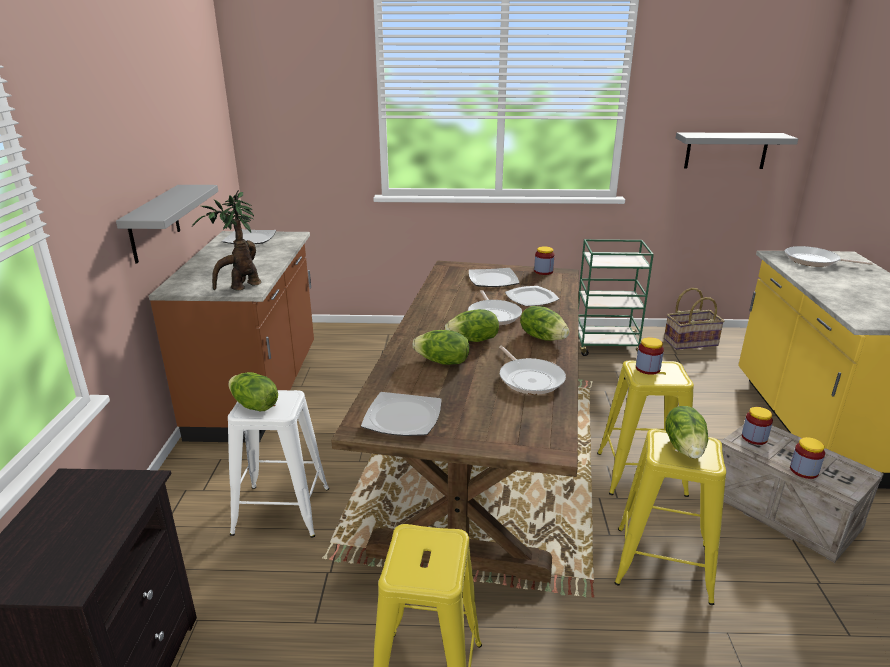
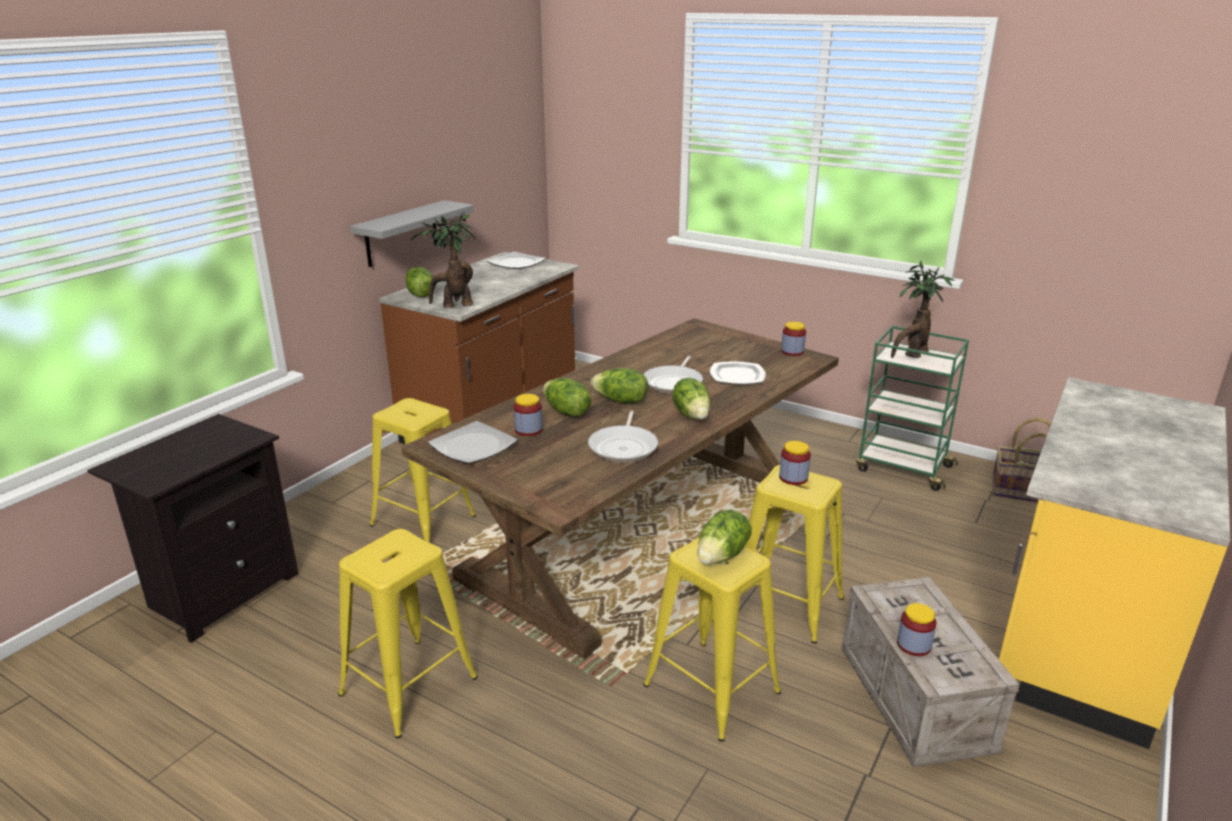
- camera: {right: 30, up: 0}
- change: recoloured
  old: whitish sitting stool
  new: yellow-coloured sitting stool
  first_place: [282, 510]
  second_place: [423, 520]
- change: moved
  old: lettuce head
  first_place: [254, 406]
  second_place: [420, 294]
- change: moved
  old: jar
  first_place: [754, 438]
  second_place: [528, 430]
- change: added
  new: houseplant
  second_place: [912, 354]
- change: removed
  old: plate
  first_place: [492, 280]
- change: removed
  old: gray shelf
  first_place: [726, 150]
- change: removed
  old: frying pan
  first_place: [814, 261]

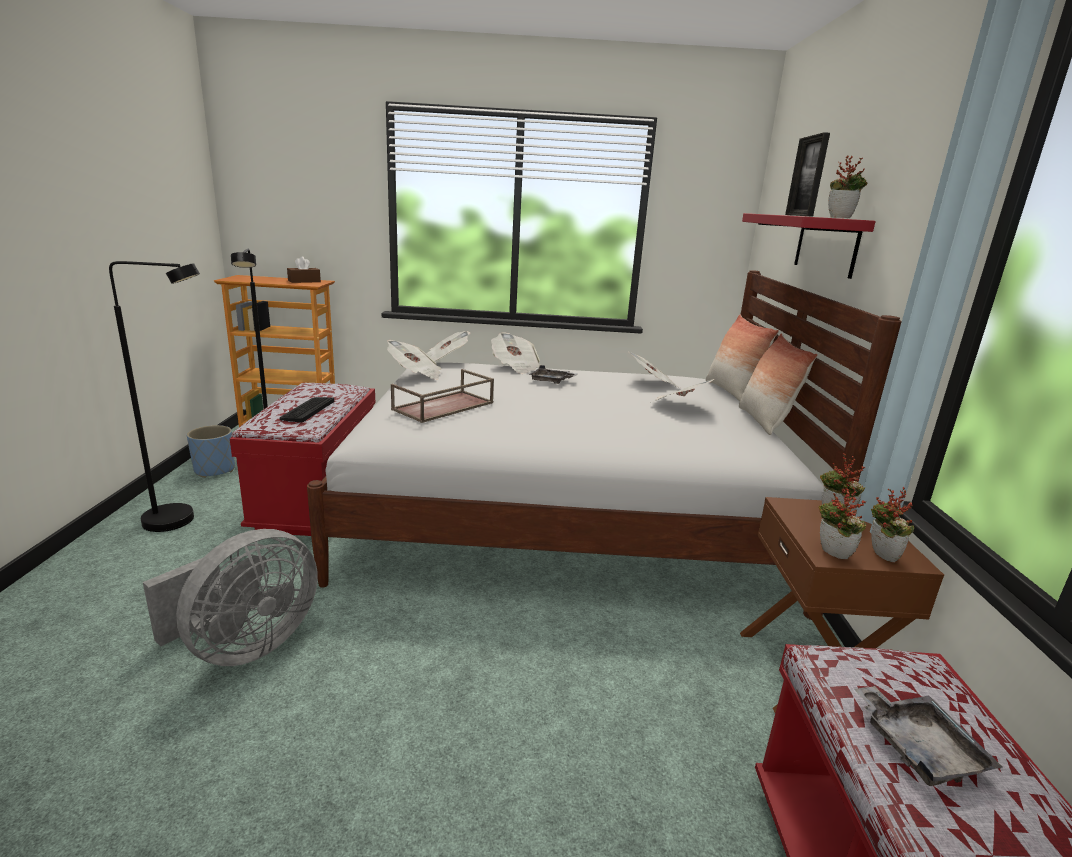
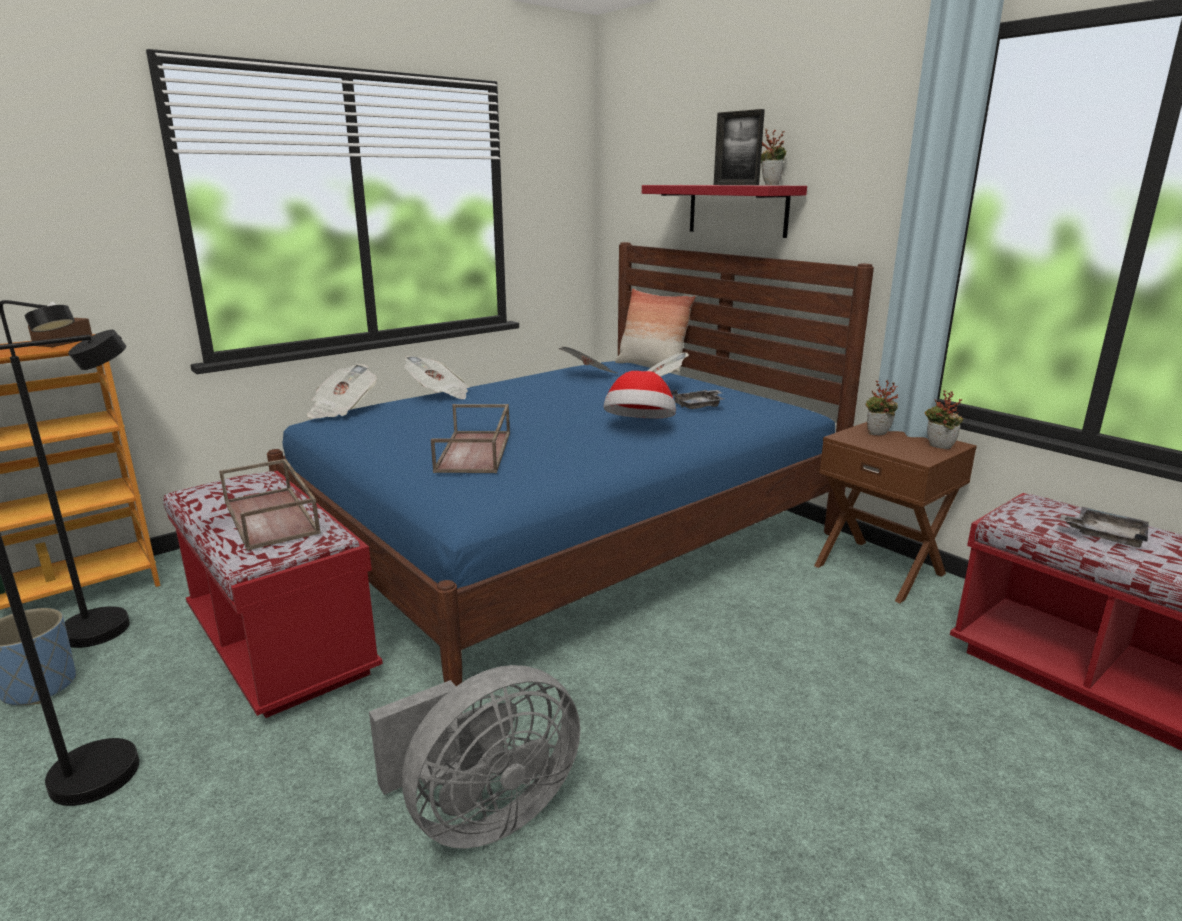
- camera: {right: -40, up: 0}
- change: replaced
  old: PC keyboard
  new: brown-coloured carrying tray
  first_place: [307, 410]
  second_place: [272, 517]
- change: recoloured
  old: whitish sleeping bed
  new: bluish sleeping bed
  first_place: [563, 514]
  second_place: [566, 541]
- change: turned
  old: gray cooling fan
  first_place: [245, 646]
  second_place: [482, 815]
  degrees: 60
- change: added
  new: wearable hat
  second_place: [640, 426]
- change: moved
  old: gray carrying tray
  first_place: [551, 381]
  second_place: [699, 406]
- change: removed
  old: printed paper
  first_place: [415, 374]
- change: removed
  old: cushion
  first_place: [764, 421]
- change: removed
  old: houseplant
  first_place: [831, 554]

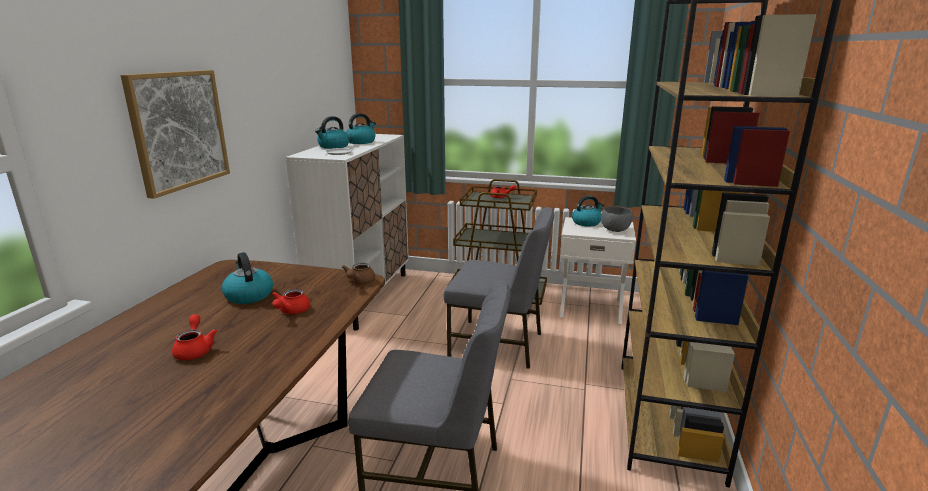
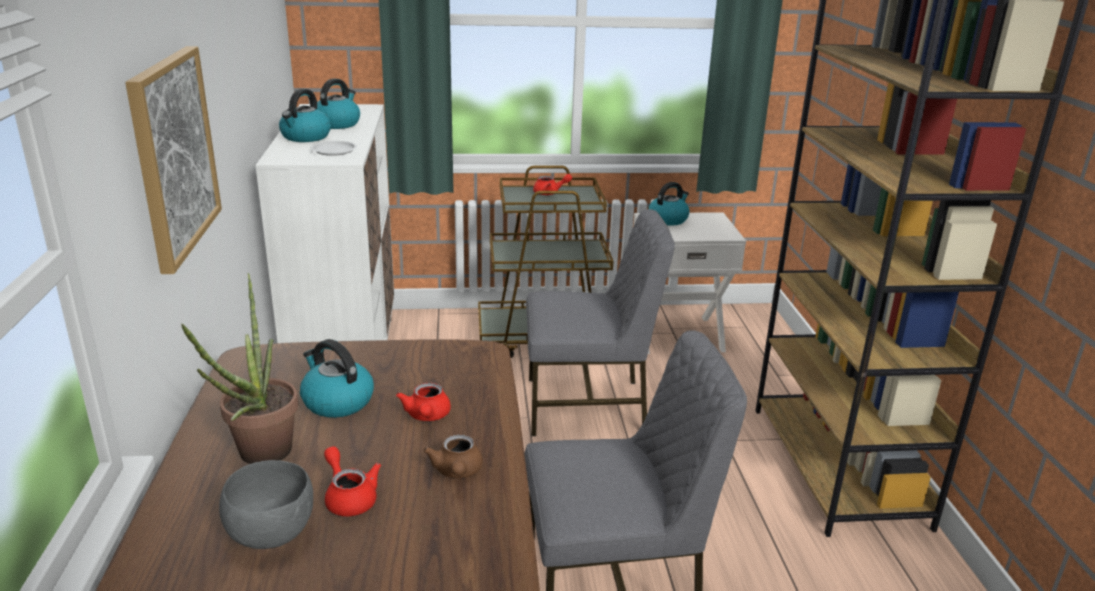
- camera: {right: -20, up: 5}
- change: added
  new: houseplant
  second_place: [259, 457]
- change: moved
  old: gray bowl
  first_place: [615, 230]
  second_place: [273, 533]
- change: moved
  old: brown-coloured teapot
  first_place: [359, 282]
  second_place: [457, 472]

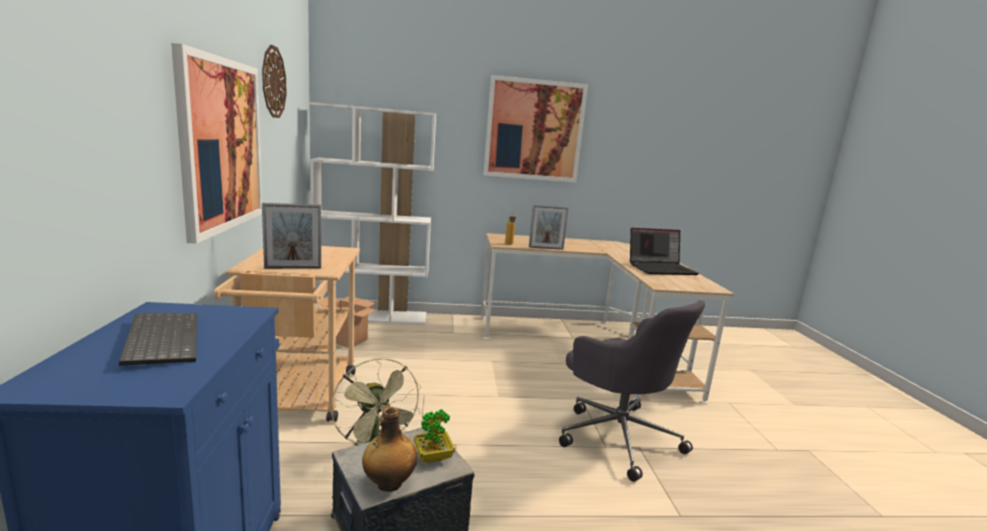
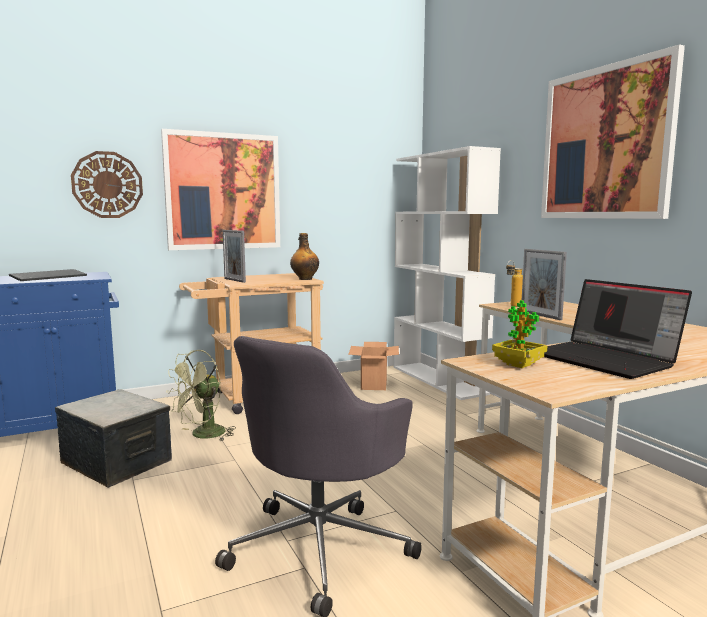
- camera: {right: 70, up: -5}
- change: moved
  old: wall clock
  first_place: [273, 82]
  second_place: [107, 185]
- change: moved
  old: bottle
  first_place: [388, 484]
  second_place: [305, 279]
- change: moved
  old: houseplant
  first_place: [433, 457]
  second_place: [518, 364]

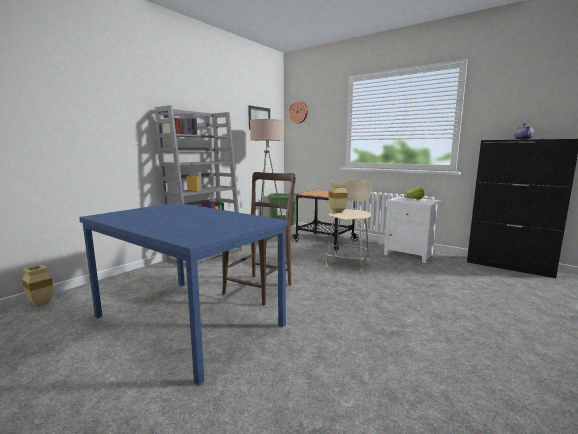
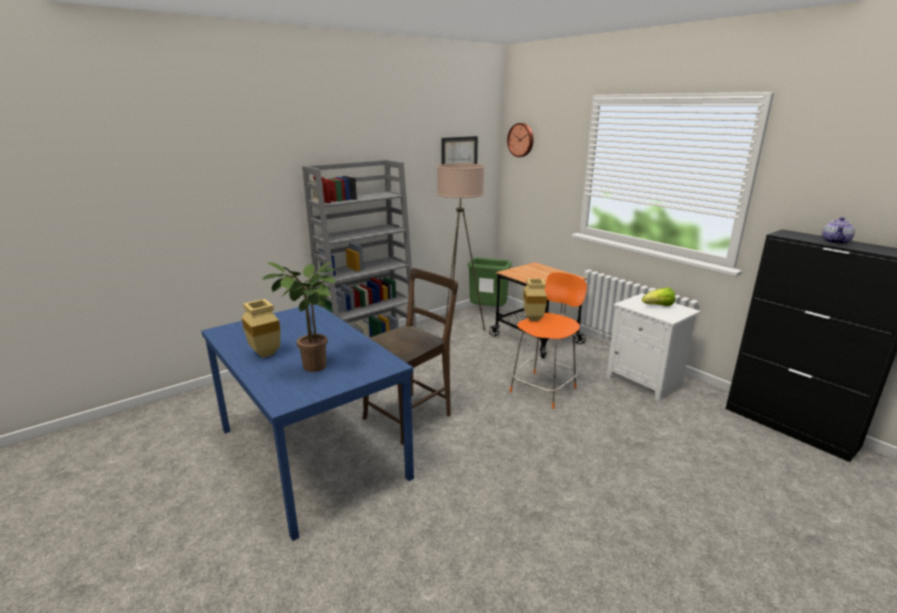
- camera: {right: 15, up: 10}
- change: moved
  old: beige-coloured flower vase
  first_place: [42, 304]
  second_place: [267, 354]
- change: added
  new: houseplant
  second_place: [313, 368]
- change: recoloured
  old: beige-coloured sitting stool
  new: orange sitting stool
  first_place: [348, 264]
  second_place: [544, 389]

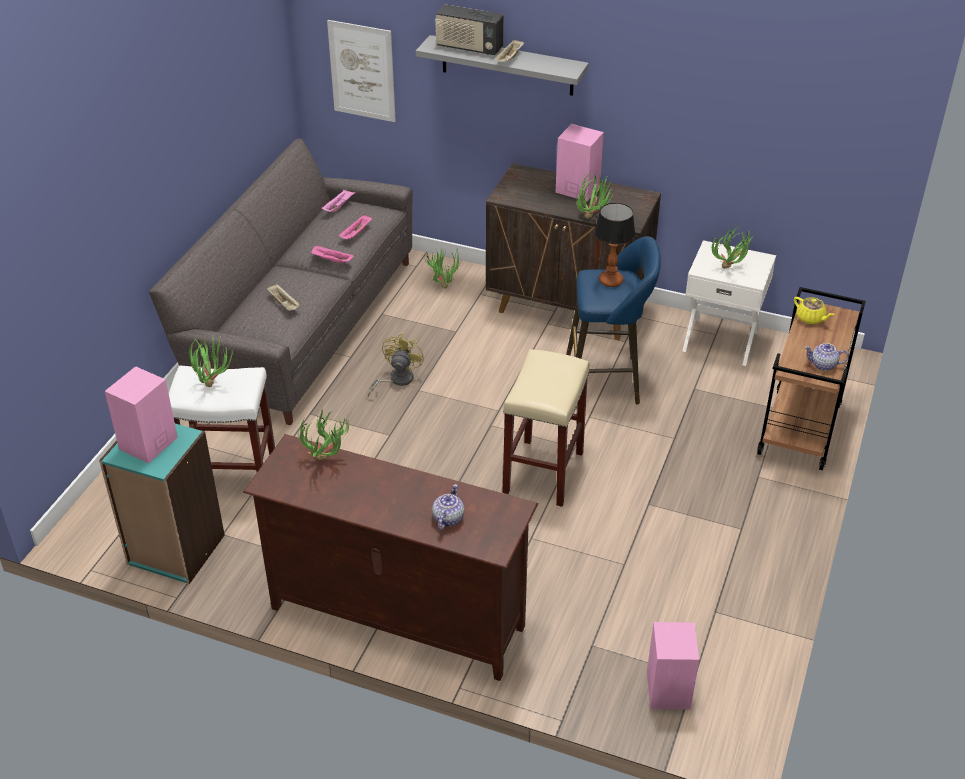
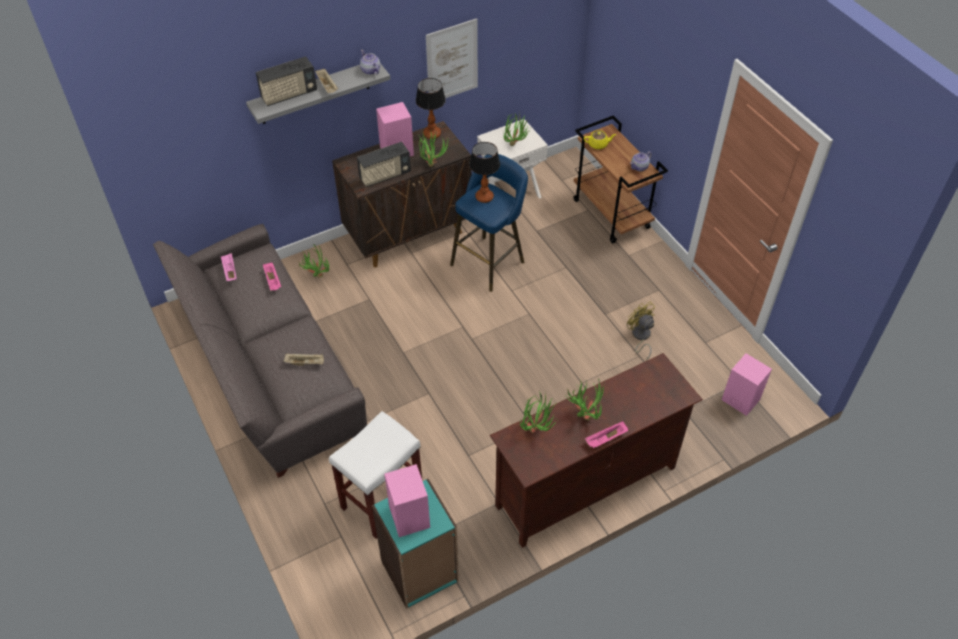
- camera: {right: -50, up: 10}
- change: added
  new: radio receiver
  second_place: [385, 176]
- change: moved
  old: teapot
  first_place: [447, 519]
  second_place: [370, 70]
- change: added
  new: lamp for a table
  second_place: [432, 134]
- change: moved
  old: picture
  first_place: [362, 71]
  second_place: [452, 61]
- change: moved
  old: houseplant
  first_place: [213, 381]
  second_place: [584, 414]
- change: moved
  old: pink-coloured carrying tray
  first_place: [331, 260]
  second_place: [606, 439]
- change: moved
  old: yellow-coloured cooling fan
  first_place: [396, 380]
  second_place: [640, 337]
- change: removed
  old: beige-coloured sitting stool
  first_place: [543, 473]

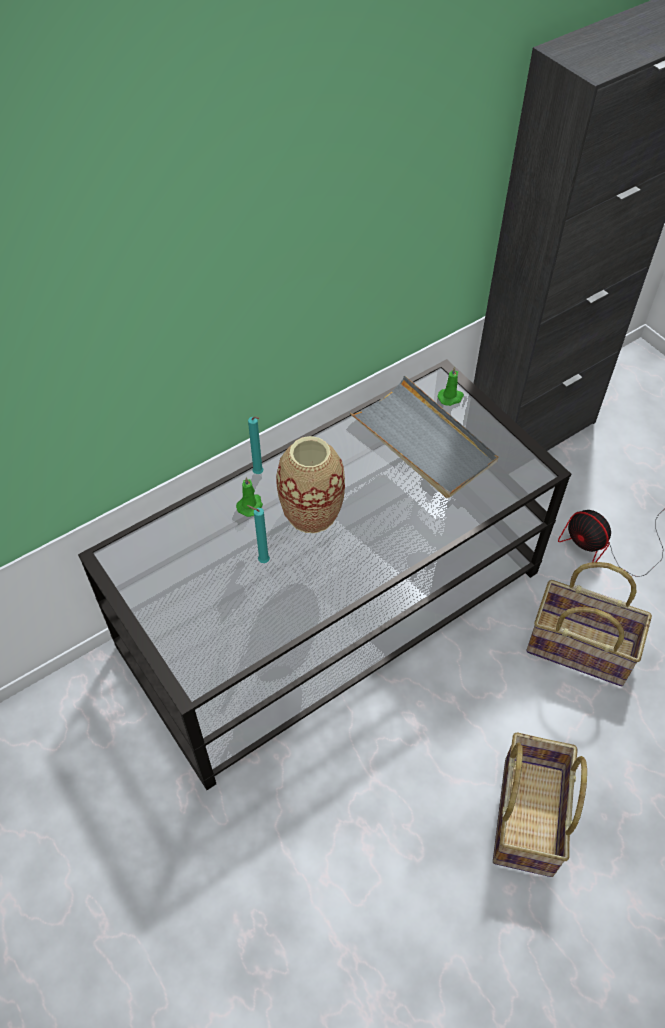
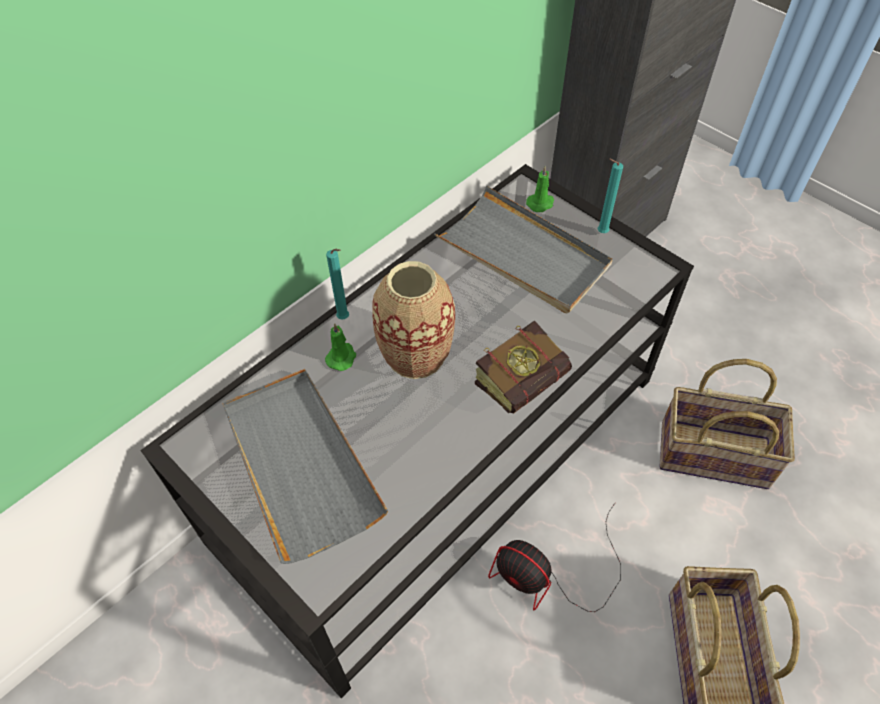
- camera: {right: -10, up: 0}
- change: added
  new: gray carrying tray
  second_place: [300, 463]
- change: added
  new: book
  second_place: [527, 379]
- change: moved
  old: cooling fan
  first_place: [605, 548]
  second_place: [549, 576]
- change: moved
  old: turquoise wax candle
  first_place: [262, 561]
  second_place: [600, 232]

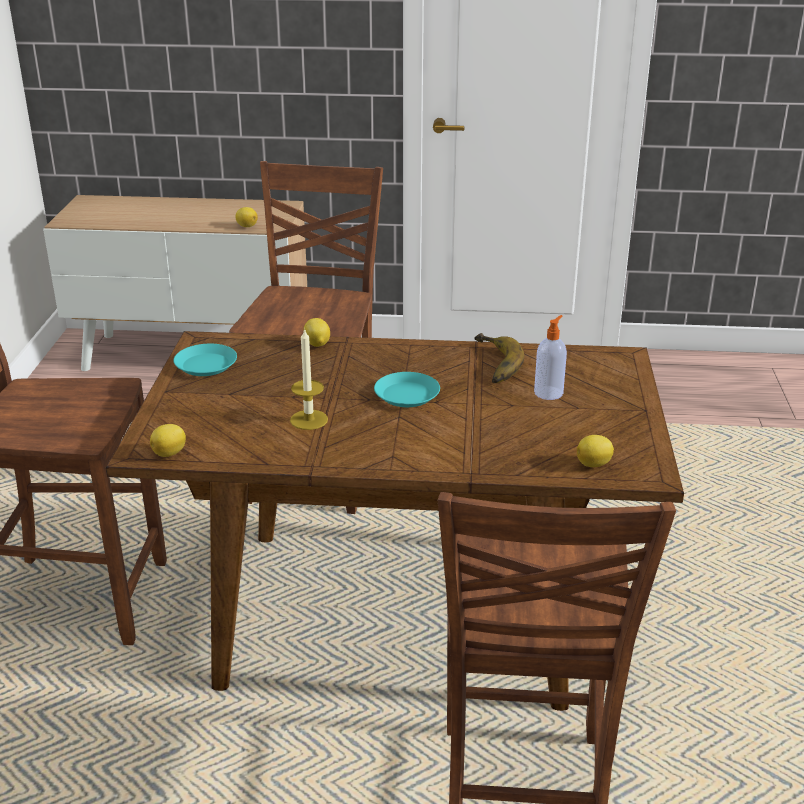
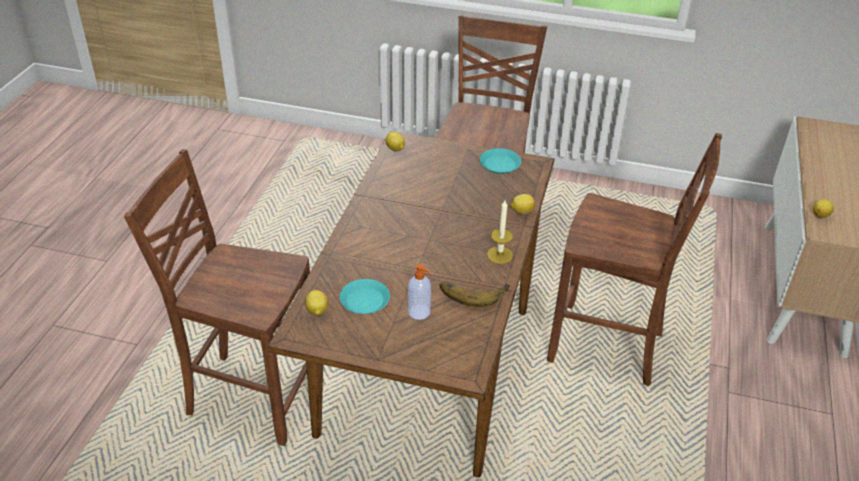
- camera: {right: 100, up: 10}
- change: moved
  old: turquoise plate
  first_place: [407, 395]
  second_place: [364, 300]
- change: moved
  old: wax candle
  first_place: [309, 420]
  second_place: [500, 255]

